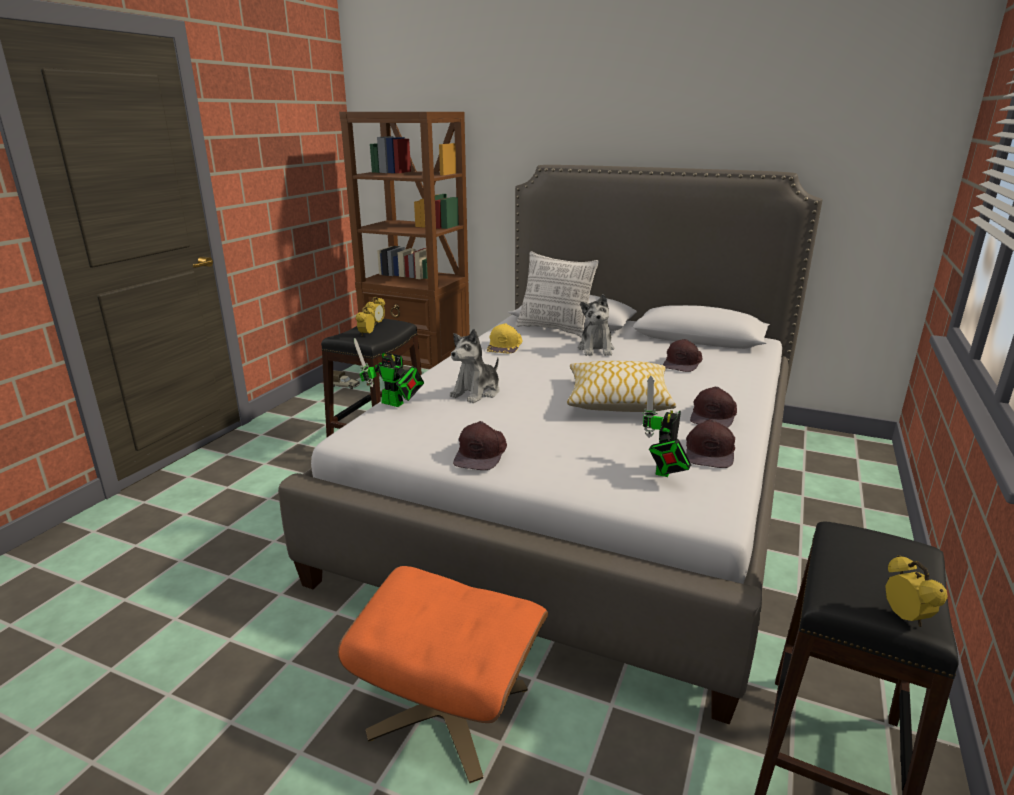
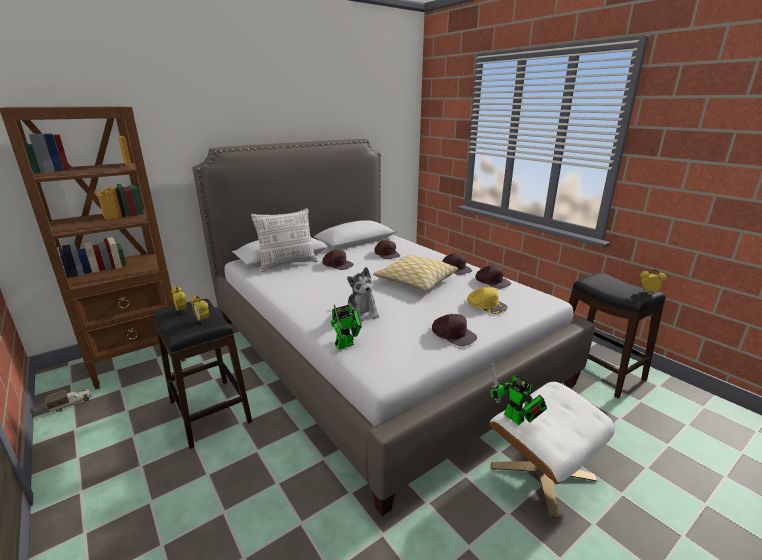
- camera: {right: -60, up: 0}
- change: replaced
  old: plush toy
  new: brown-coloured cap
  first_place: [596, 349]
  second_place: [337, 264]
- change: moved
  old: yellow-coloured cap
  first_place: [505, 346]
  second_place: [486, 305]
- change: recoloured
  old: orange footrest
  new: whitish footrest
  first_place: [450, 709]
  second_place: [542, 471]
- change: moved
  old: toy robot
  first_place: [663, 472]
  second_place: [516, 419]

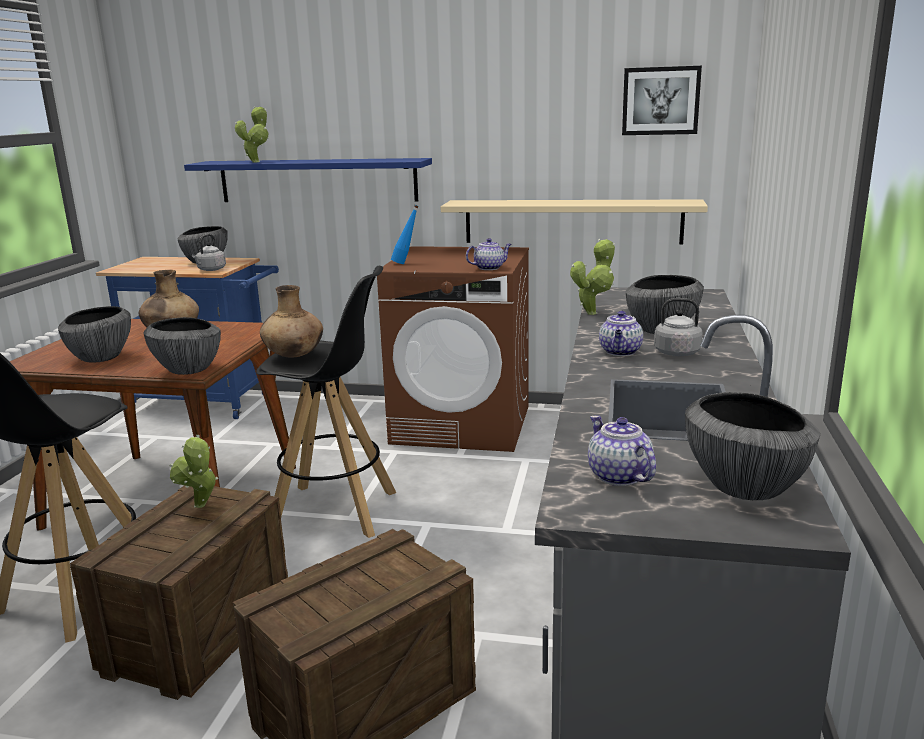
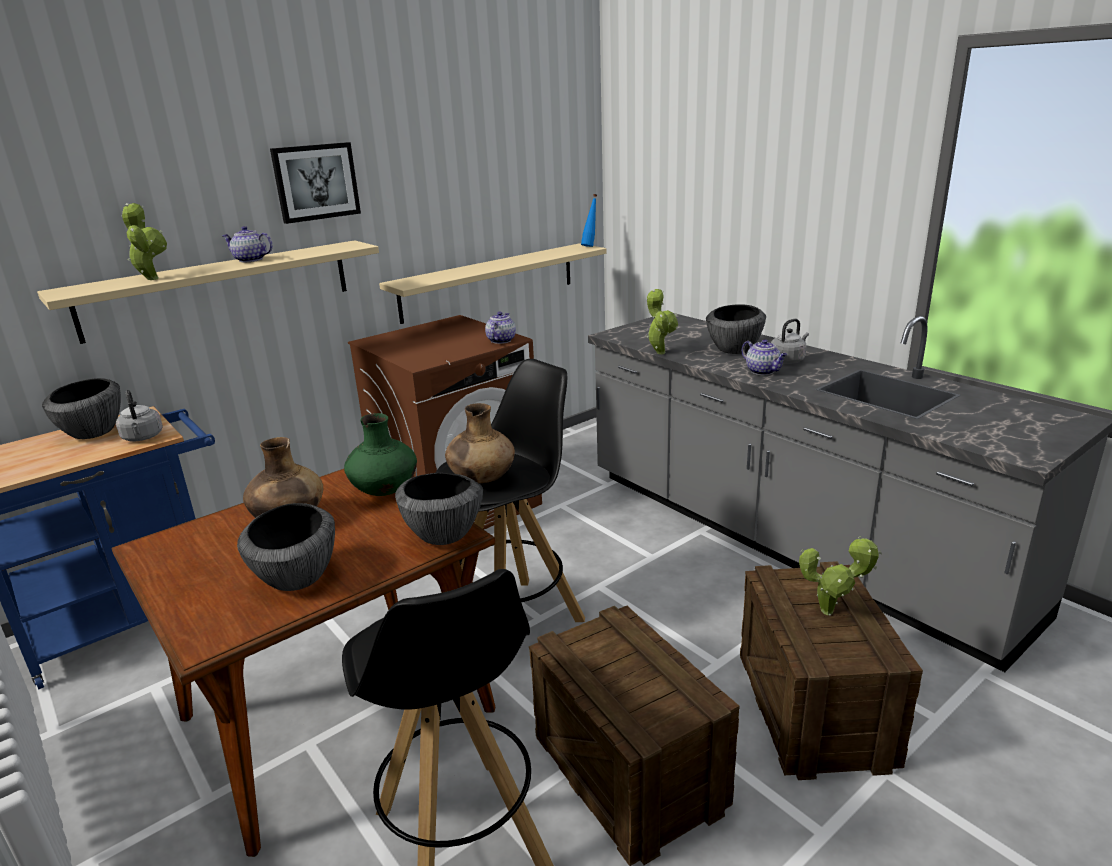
- camera: {right: -50, up: 5}
- change: recoloured
  old: bluish shelf
  new: beige-coloured shelf
  first_place: [317, 180]
  second_place: [219, 289]
- change: moved
  old: teapot
  first_place: [618, 476]
  second_place: [250, 260]
- change: moved
  old: picture
  first_place: [660, 101]
  second_place: [316, 182]
- change: added
  new: greenish flower vase
  second_place: [384, 491]
- change: moved
  old: bluish bottle
  first_place: [406, 263]
  second_place: [590, 246]
- change: moved
  old: houseplant
  first_place: [201, 507]
  second_place: [832, 611]
- change: removed
  old: bowl
  first_place: [745, 488]

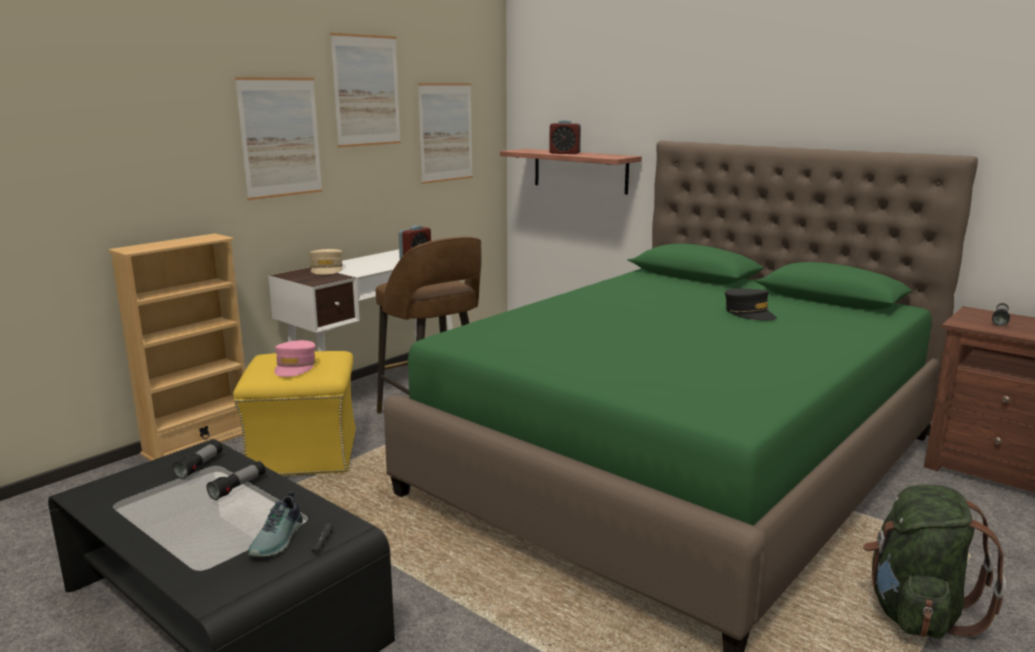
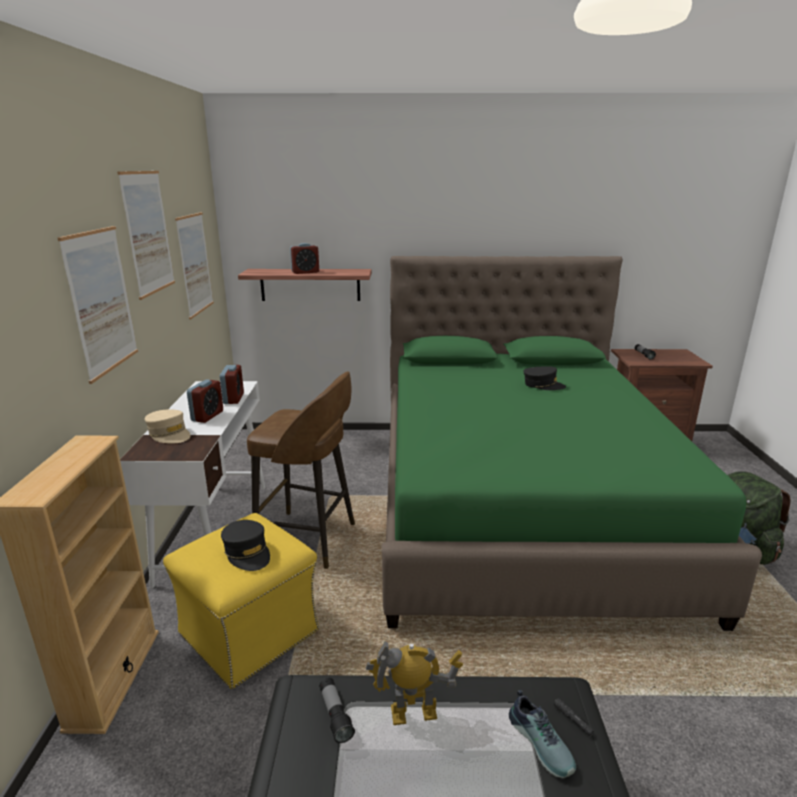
- camera: {right: -40, up: 5}
- change: added
  new: table clock
  second_place: [207, 416]
- change: recoloured
  old: pink-coloured cap
  new: black cap
  first_place: [295, 367]
  second_place: [247, 552]
- change: replaced
  old: flashlight
  new: toy robot
  first_place: [238, 487]
  second_place: [413, 714]

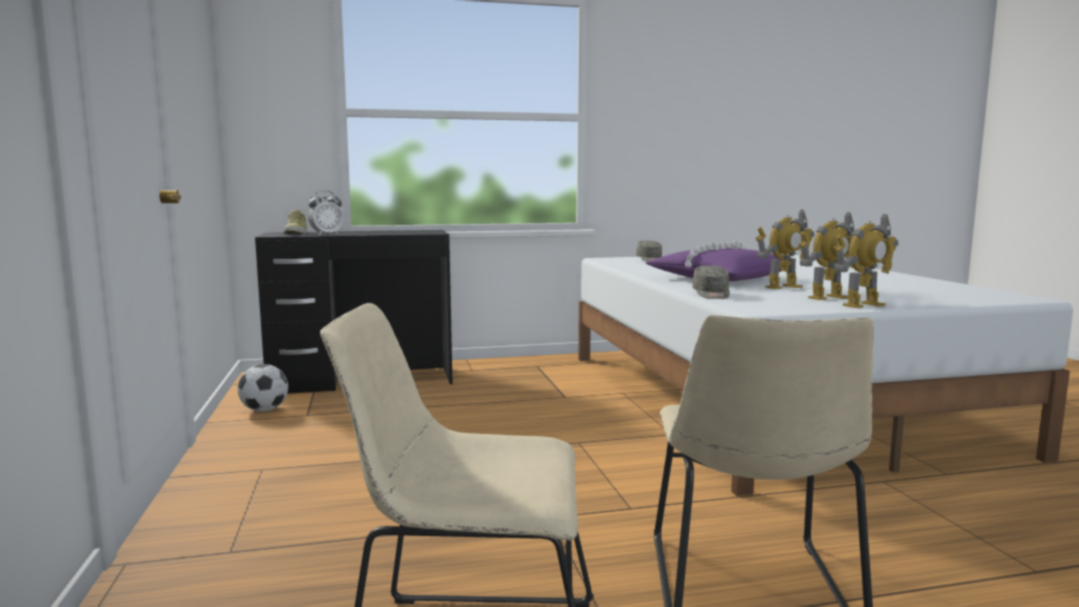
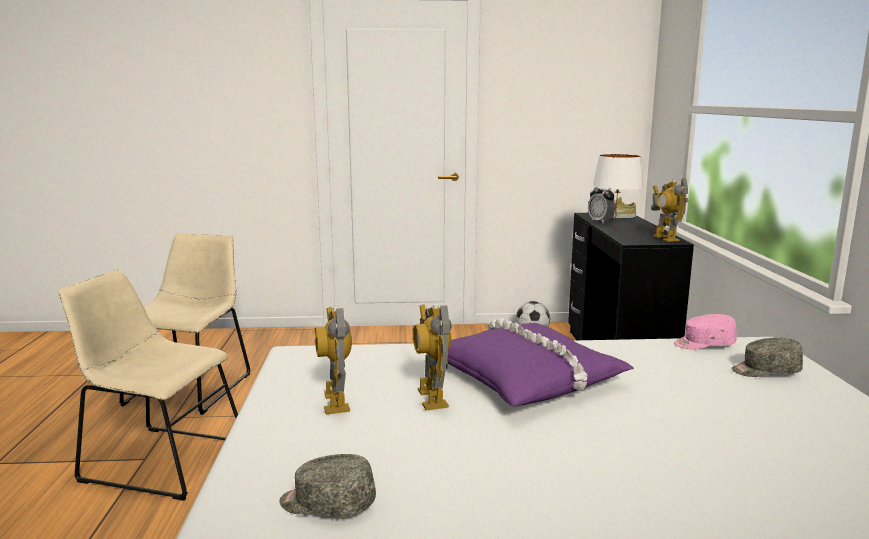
- camera: {right: 100, up: 5}
- change: moved
  old: gray cap
  first_place: [711, 294]
  second_place: [327, 504]
- change: added
  new: whitish lamp for a table
  second_place: [615, 230]
- change: moved
  old: toy robot
  first_place: [863, 305]
  second_place: [665, 238]
- change: added
  new: pink-coloured cap
  second_place: [703, 344]

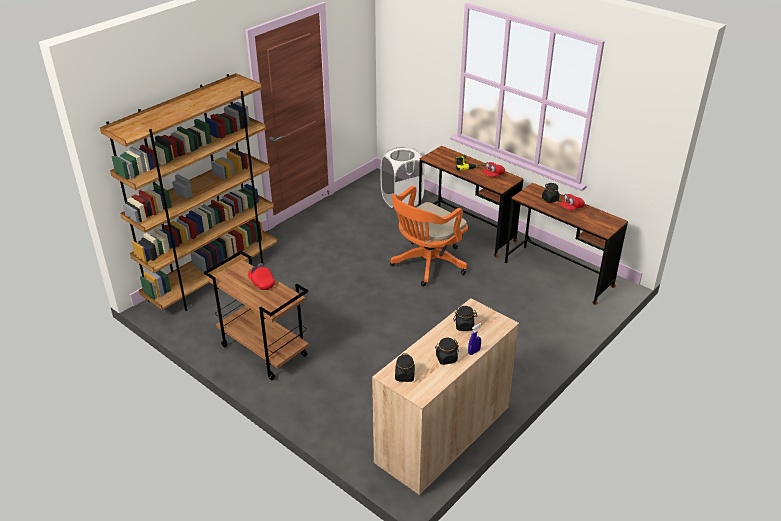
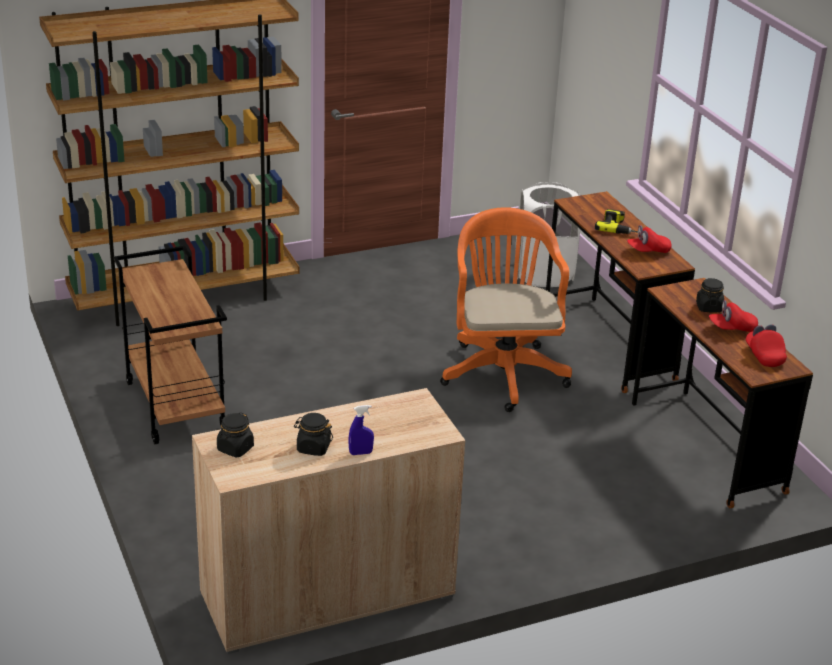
- camera: {right: 25, up: -5}
- change: turned
  old: orange desk chair
  first_place: [426, 265]
  second_place: [502, 371]
  degrees: 105
- change: moved
  old: red-coloured cap
  first_place: [261, 282]
  second_place: [764, 355]
- change: removed
  old: black jar
  first_place: [464, 326]

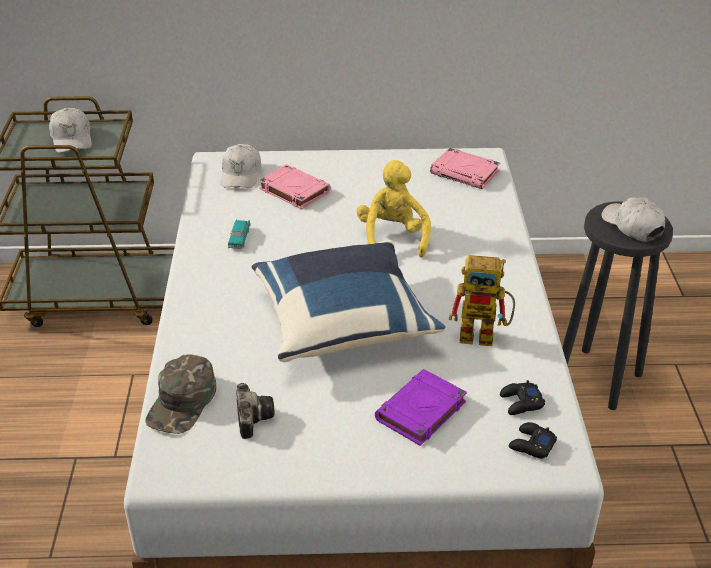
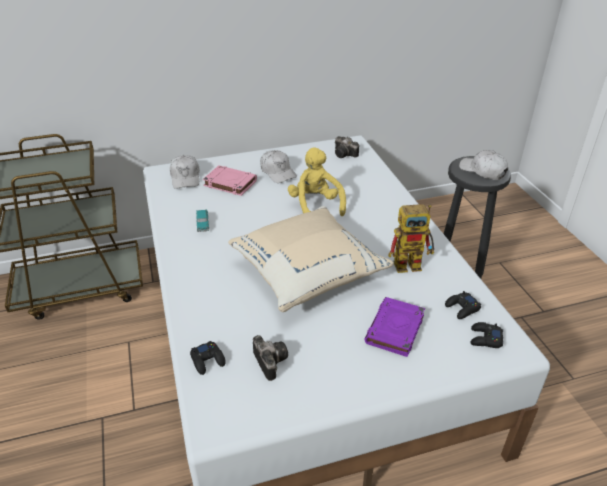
- camera: {right: -15, up: 0}
- change: replaced
  old: greenish cap
  new: black game controller
  first_place: [183, 402]
  second_place: [208, 360]
- change: recoloured
  old: bluish cushion
  new: beige-coloured cushion
  first_place: [343, 322]
  second_place: [307, 273]
- change: moved
  old: whitish cap
  first_place: [72, 138]
  second_place: [278, 172]
- change: replaced
  old: pink-coloured book
  new: photo camera
  first_place: [465, 173]
  second_place: [345, 154]

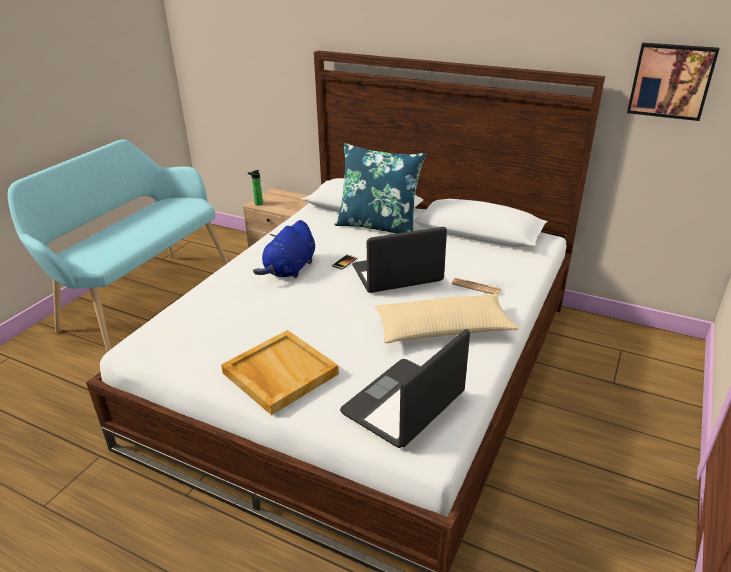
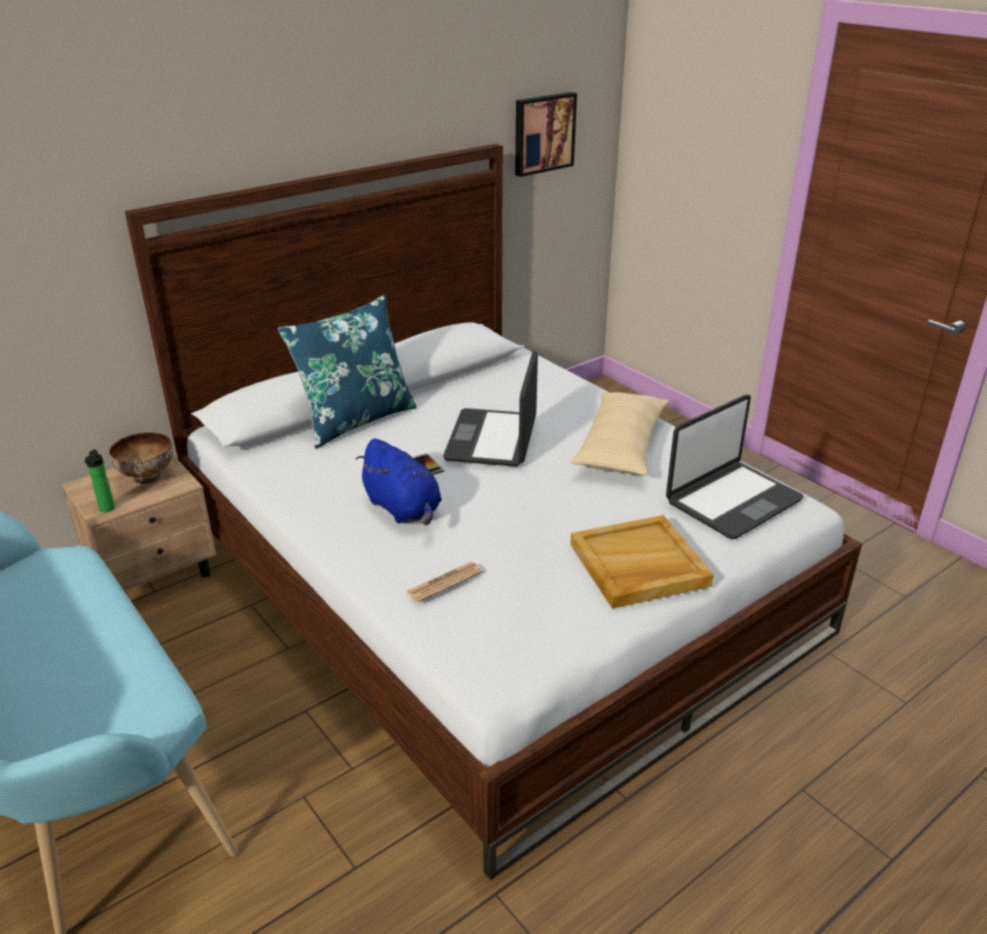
- camera: {right: -65, up: 0}
- change: added
  new: bowl
  second_place: [147, 478]
- change: moved
  old: printed paper
  first_place: [476, 287]
  second_place: [444, 582]
- change: turned
  old: notebook computer
  first_place: [404, 404]
  second_place: [732, 500]
  degrees: -105

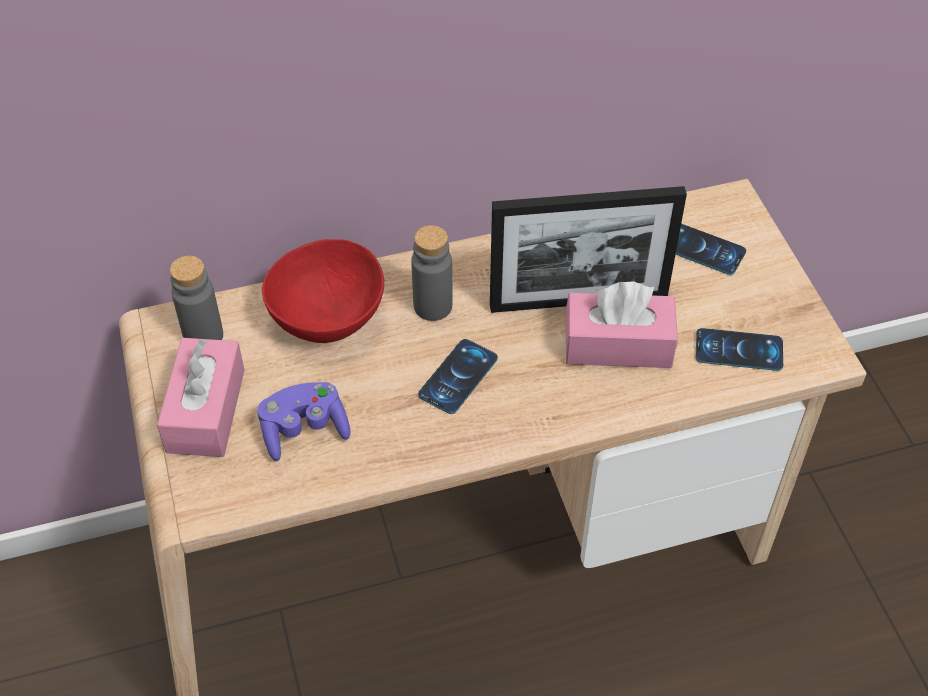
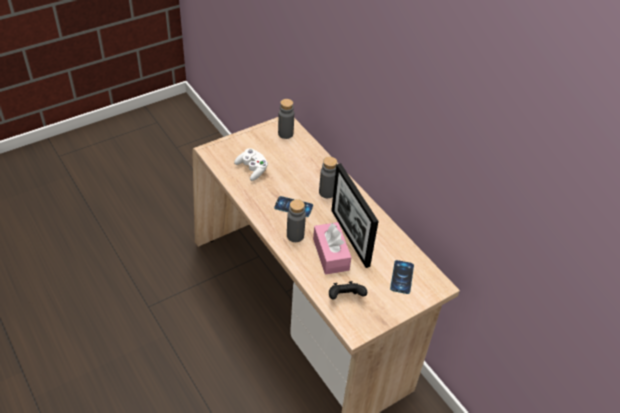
- camera: {right: 70, up: -5}
- change: recoloured
  old: purplish game controller
  new: whitish game controller
  first_place: [304, 430]
  second_place: [252, 169]
- change: added
  new: gray bottle
  second_place: [295, 235]
- change: replaced
  old: handset
  new: black game controller
  first_place: [739, 350]
  second_place: [345, 298]
- change: removed
  old: pink-coloured tissue box
  first_place: [206, 410]
- change: removed
  old: red-coloured bowl
  first_place: [330, 319]

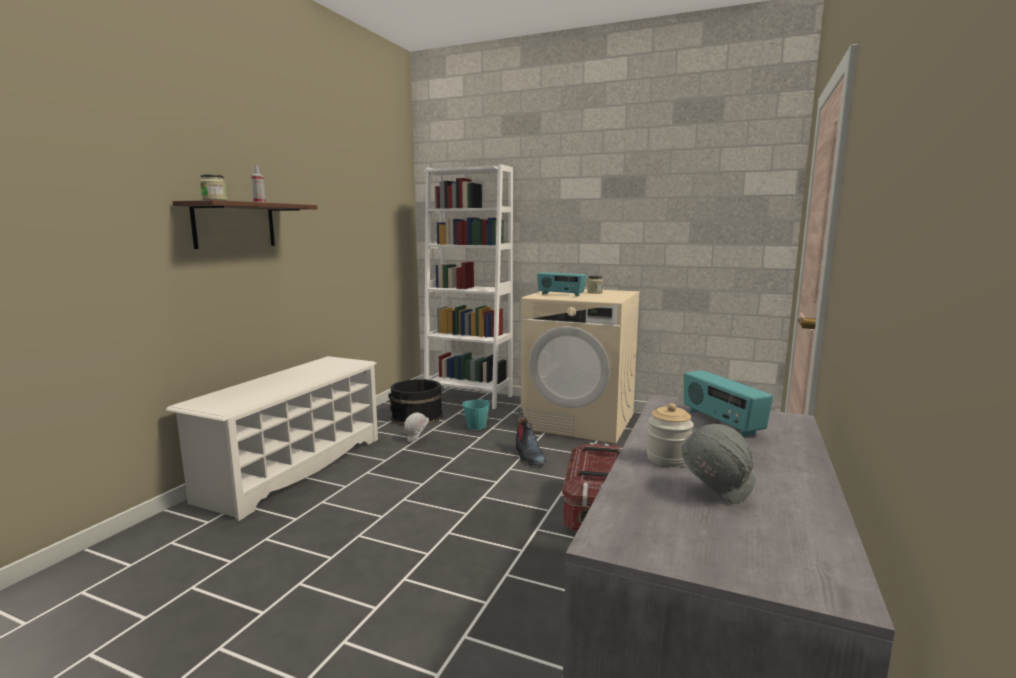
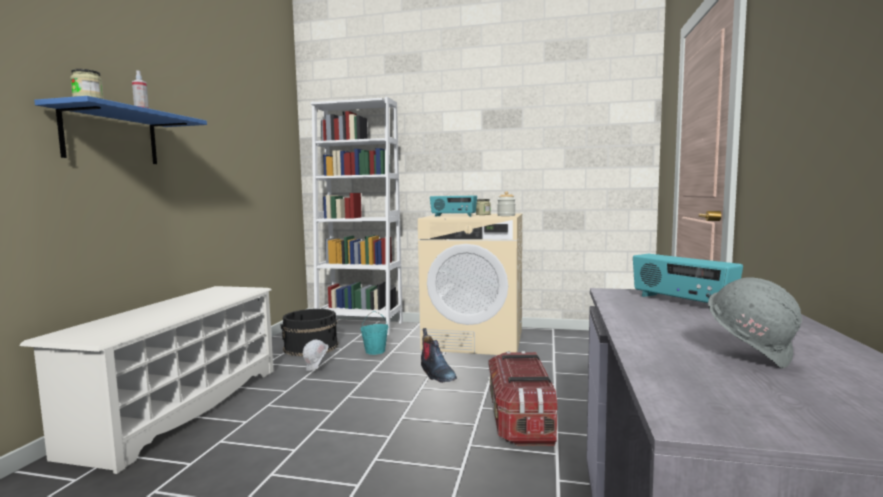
- camera: {right: -10, up: -5}
- change: recoloured
  old: brown-coloured shelf
  new: bluish shelf
  first_place: [234, 225]
  second_place: [111, 137]
- change: moved
  old: jar
  first_place: [668, 459]
  second_place: [506, 215]

